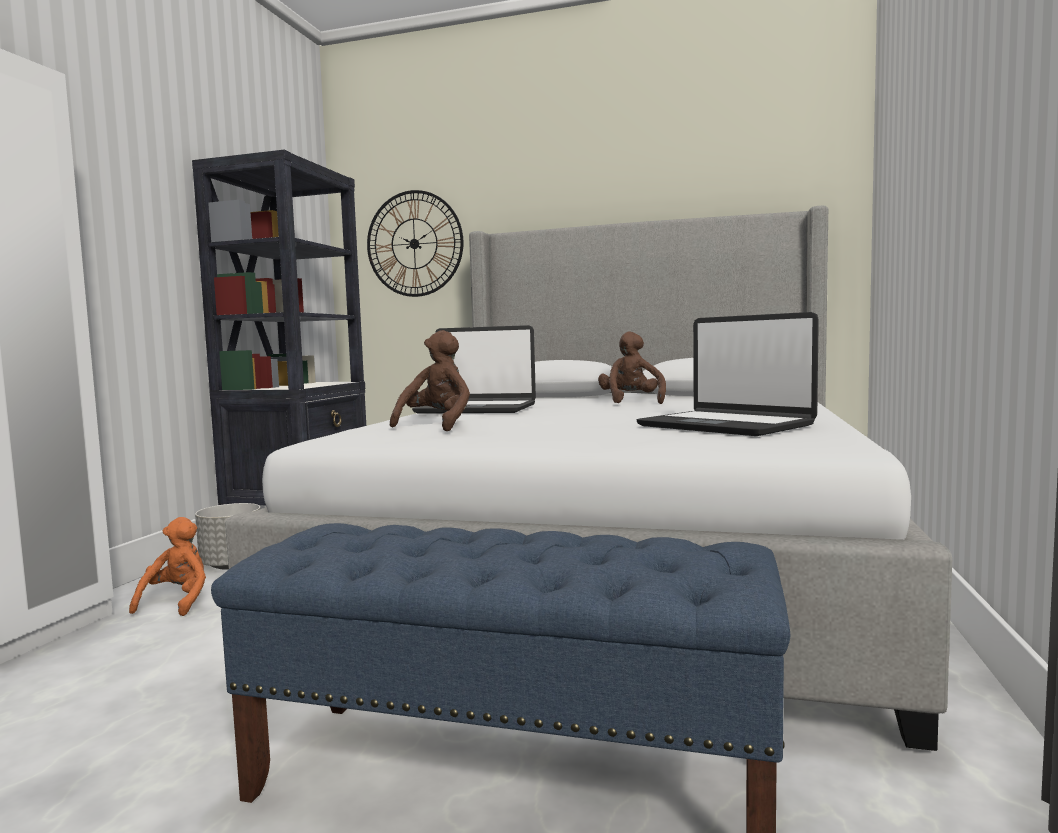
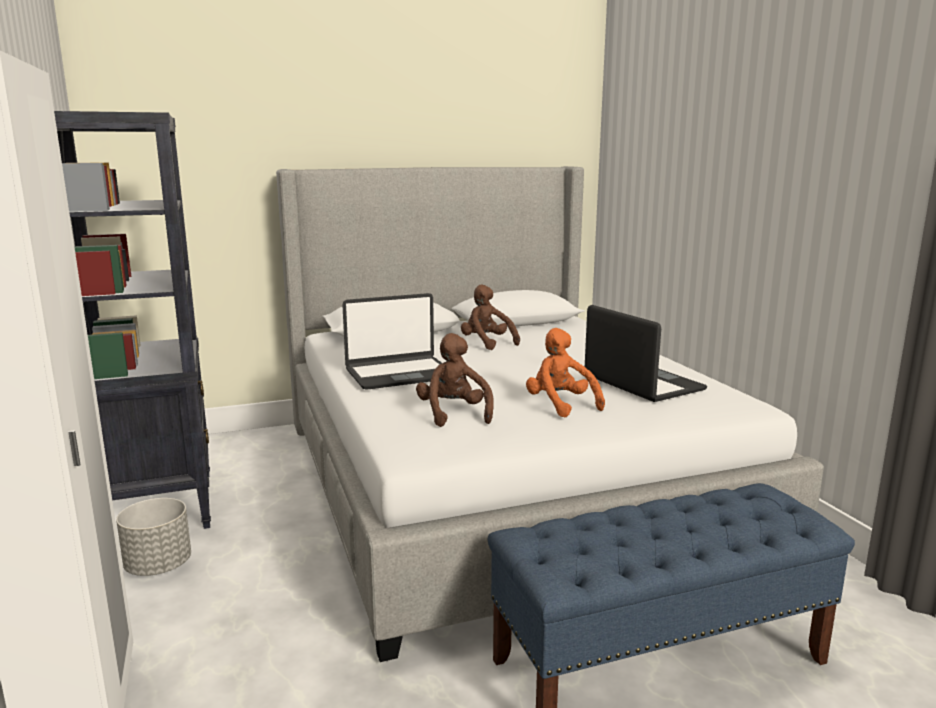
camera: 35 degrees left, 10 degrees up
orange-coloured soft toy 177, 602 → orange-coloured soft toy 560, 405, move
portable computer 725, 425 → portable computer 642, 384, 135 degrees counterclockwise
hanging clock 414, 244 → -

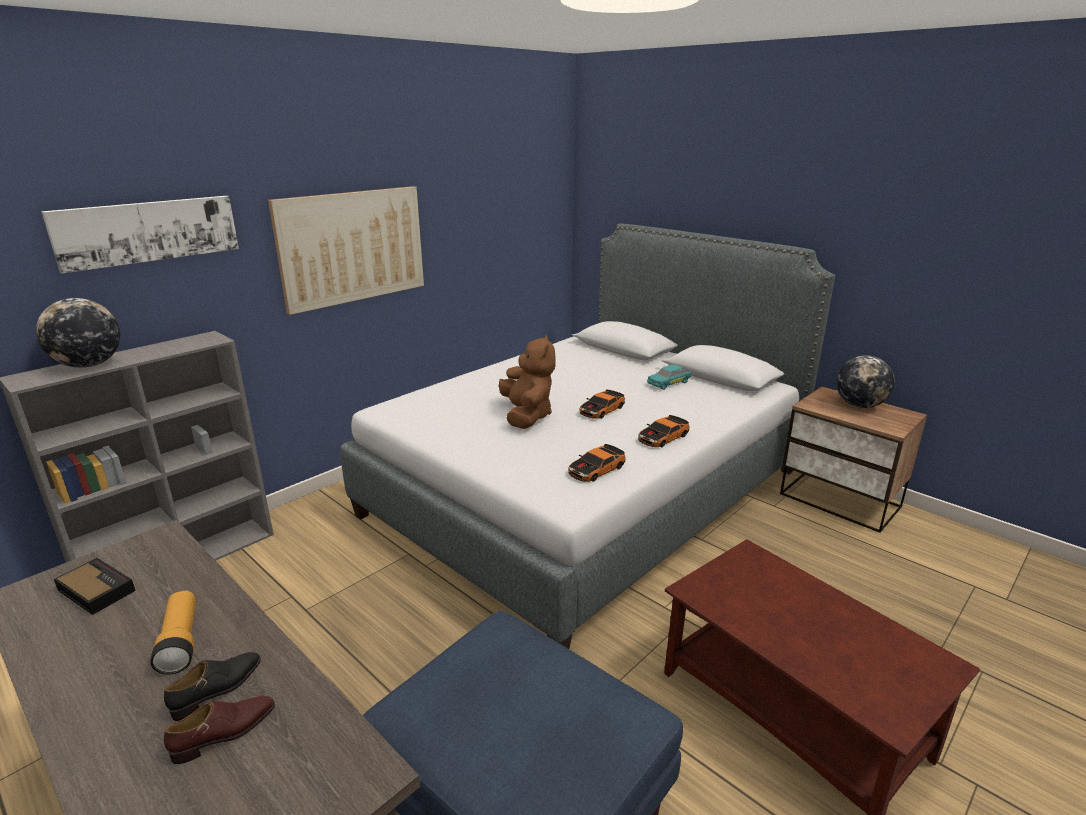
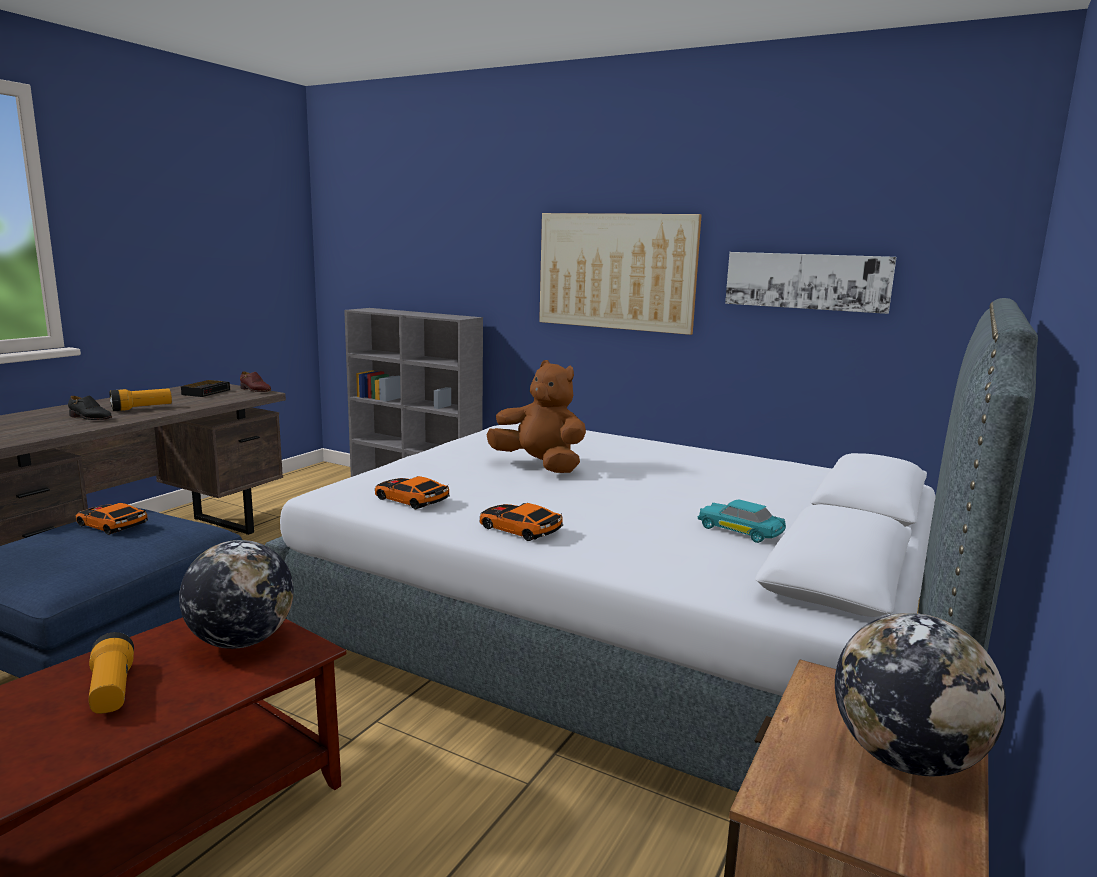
camera: 75 degrees right, 10 degrees down
model car 602, 410 → model car 110, 525, move
- → flashlight 112, 690
desk globe 89, 365 → desk globe 241, 641, move
brownish item of footwear 225, 733 → brownish item of footwear 255, 390, move
brownish soft toy 526, 416 → brownish soft toy 540, 465, 120 degrees counterclockwise
wall art 148, 231 → wall art 807, 281, move

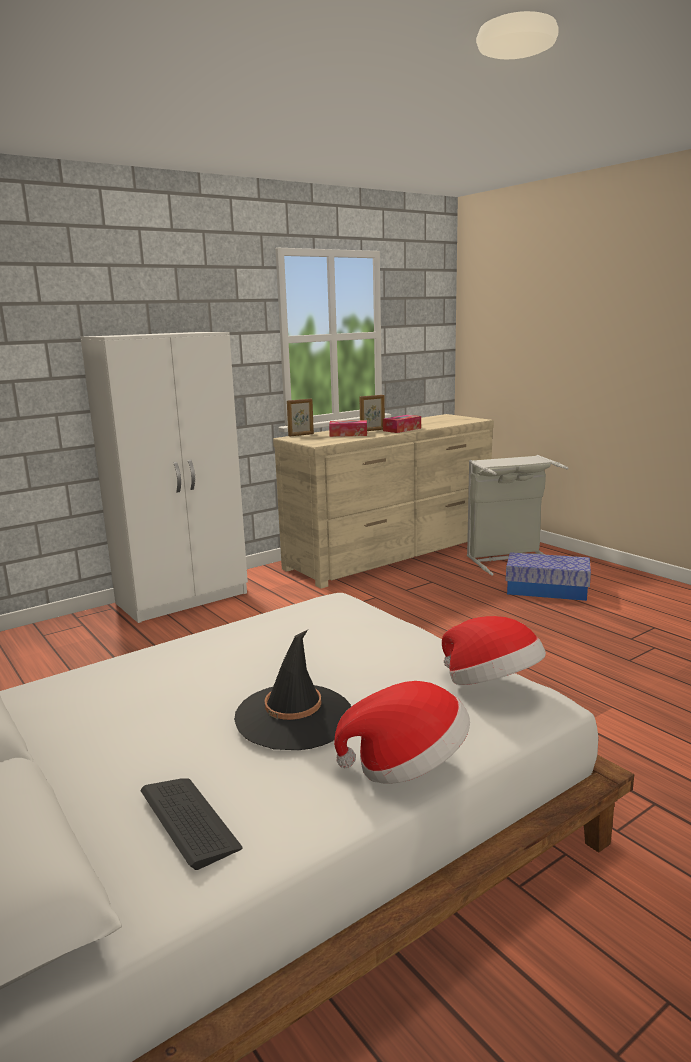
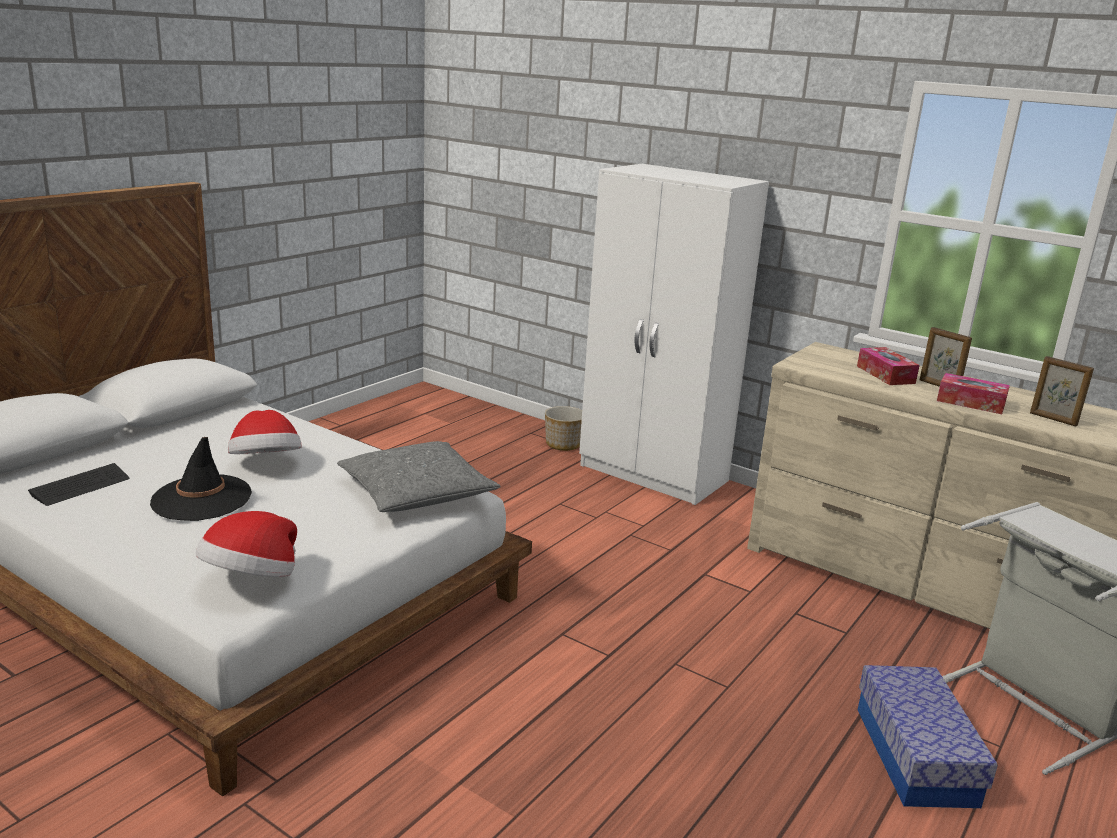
camera: 70 degrees right, 5 degrees up
wearable hat 407, 765 → wearable hat 266, 464, move
- → gray pillow 416, 492
- → plant pot 563, 444
photo frame 301, 435 → photo frame 1053, 419, move

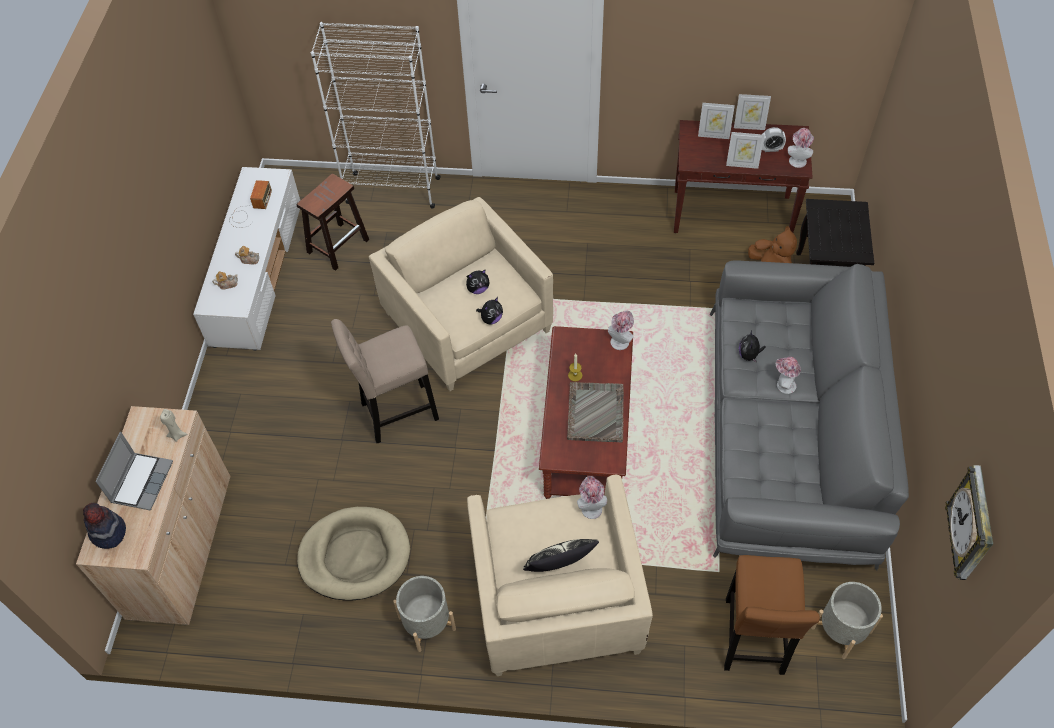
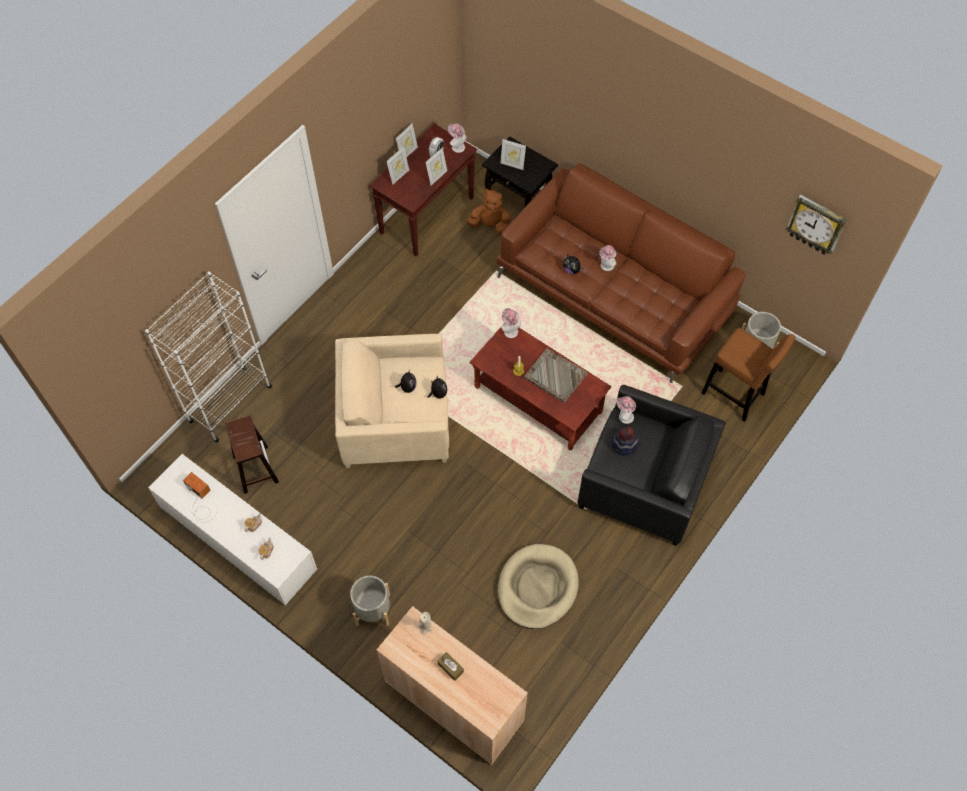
camera: 60 degrees left, 5 degrees up
gray plant pot 427, 623 → gray plant pot 373, 609, move
portable computer 141, 481 → brownish tissue box 450, 667
gray couch 788, 434 → brownish couch 615, 293
- → photo frame 512, 164
beige armchair 555, 597 → black-coloured armchair 643, 484
wearable hat 108, 532 → wearable hat 624, 445, move
beige stool 395, 413 → -
pillow 560, 569 → -

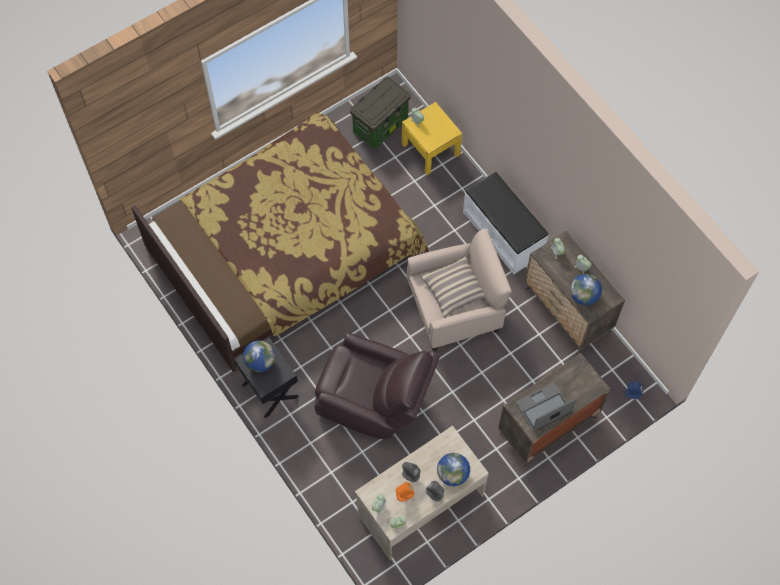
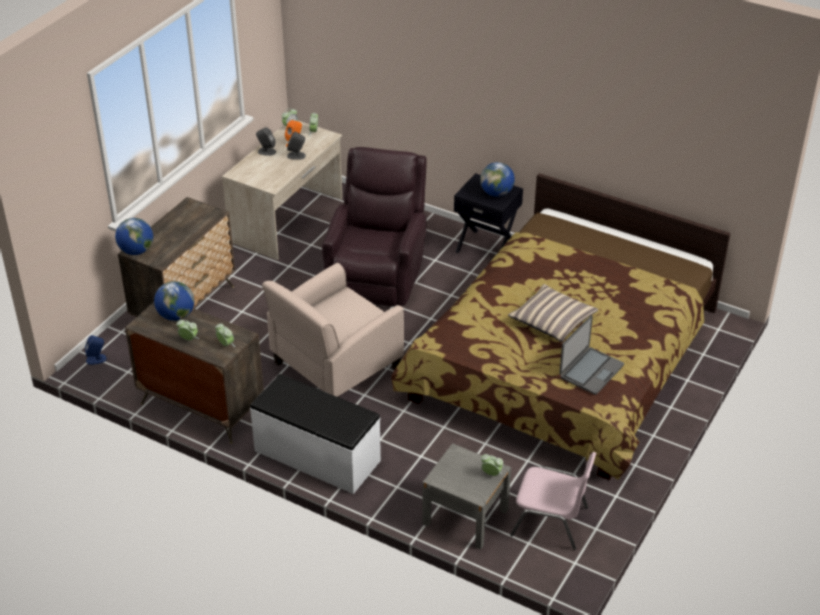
camera: 155 degrees right, 25 degrees down
desk globe 452, 474 → desk globe 136, 251, move
brownish armchair 374, 401 → brownish armchair 377, 271, 105 degrees clockwise
yellowish nightstand 430, 149 → gray nightstand 465, 516
pillow 454, 289 → pillow 552, 320, move
storage bin 380, 125 → pinkish plain chair 551, 521
portable computer 544, 408 → portable computer 590, 371, move

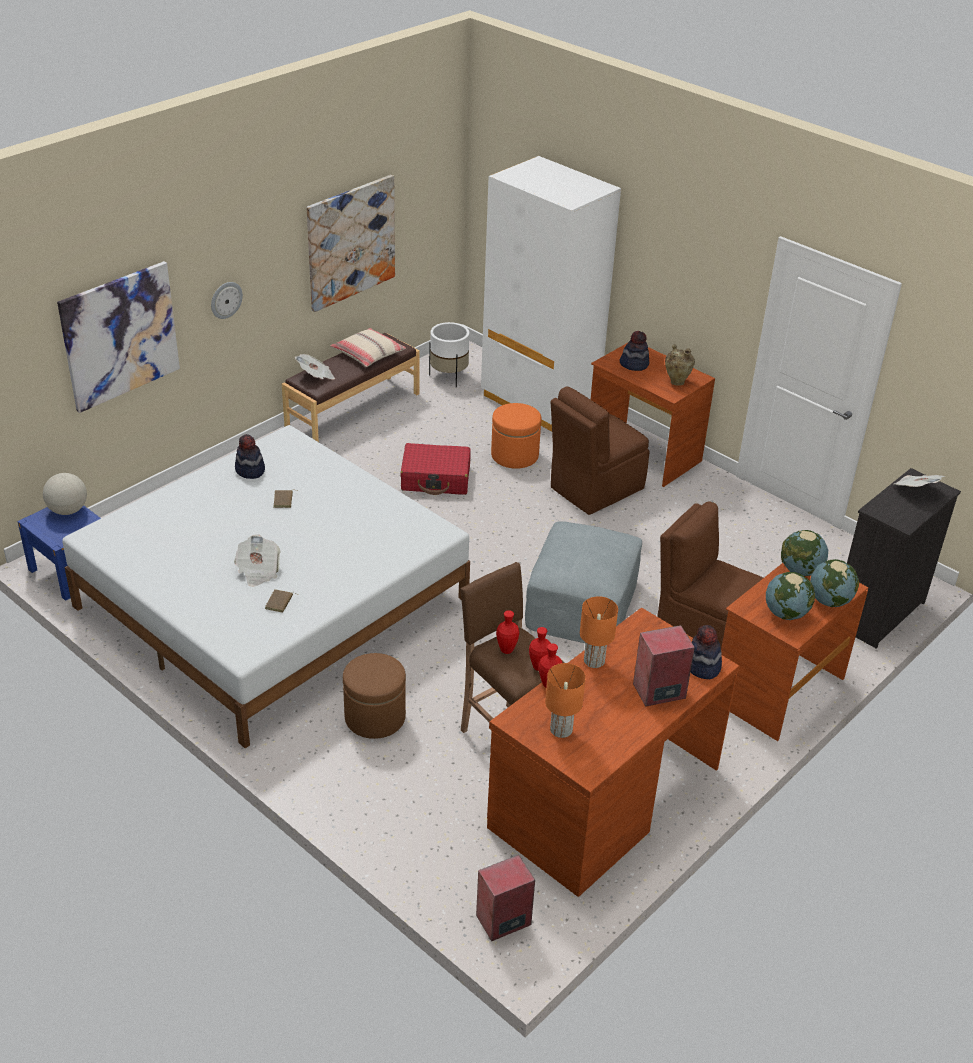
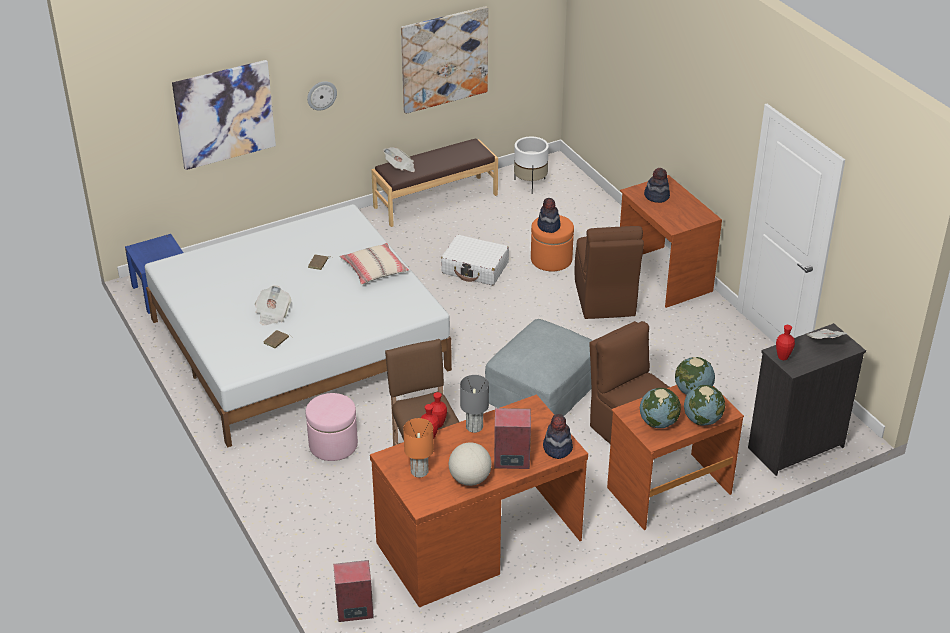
camera: 20 degrees right, 0 degrees up
brownish footrest 375, 717 → pinkish footrest 333, 445
beige pillow 368, 354 → beige pillow 374, 270, move
reddish travel case 436, 478 → whitish travel case 475, 268
desk globe 68, 510 → desk globe 469, 479, move
orange-coloured tabletop lamp 593, 661 → gray tabletop lamp 474, 427
wearable hat 250, 470 → wearable hat 548, 226, move
brownish plain chair 594, 489 → brownish plain chair 604, 299, 75 degrees counterclockwise
reddish flower vase 506, 650 → reddish flower vase 782, 357, move
whitish wardrobe 539, 401 → -
beige flower vase 677, 381 → -

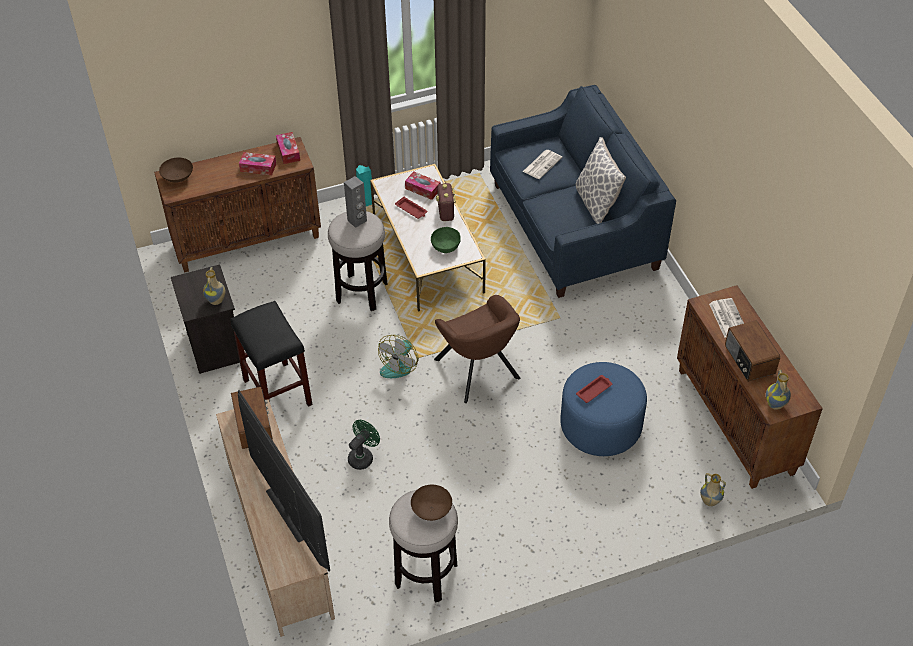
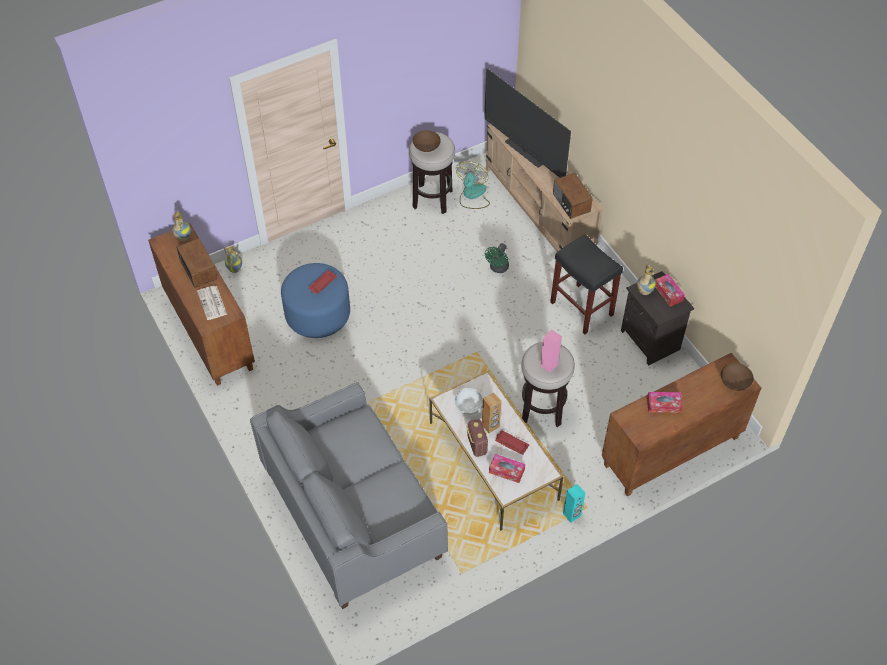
camera: 170 degrees right, 5 degrees up
bluish couch 574, 226 → gray couch 352, 513
green-coloured serving bowl 445, 246 → whitish serving bowl 469, 406
electric fan 400, 364 → electric fan 472, 195, move
- → brownish speaker 490, 426
gray speaker 357, 221 → pinkish speaker 548, 365
tissue box 288, 152 → tissue box 668, 293, move
brownish armchair 479, 372 → -
newspaper 542, 164 → -
pillow 596, 202 → -

